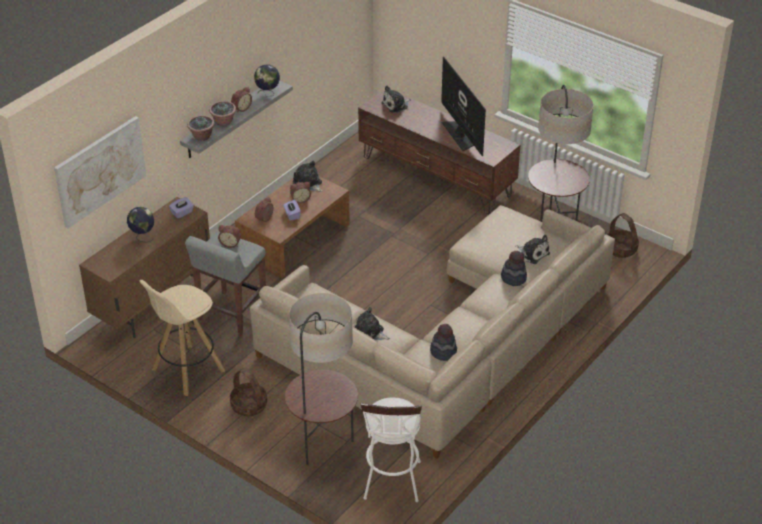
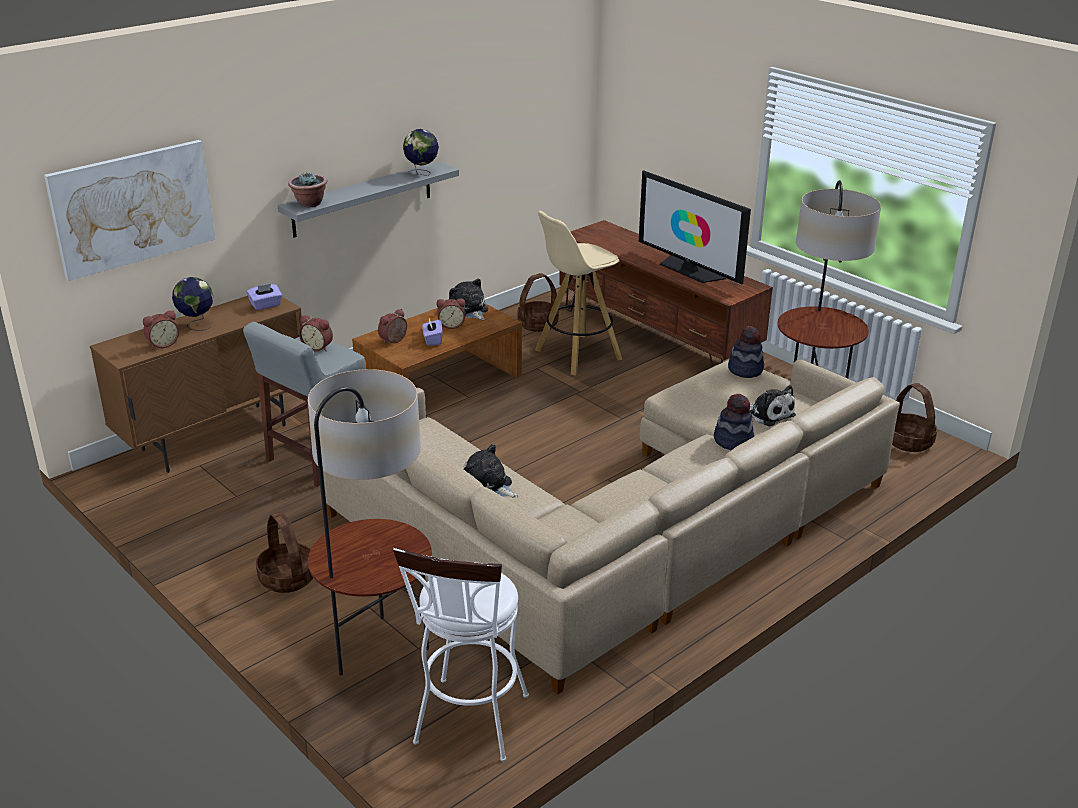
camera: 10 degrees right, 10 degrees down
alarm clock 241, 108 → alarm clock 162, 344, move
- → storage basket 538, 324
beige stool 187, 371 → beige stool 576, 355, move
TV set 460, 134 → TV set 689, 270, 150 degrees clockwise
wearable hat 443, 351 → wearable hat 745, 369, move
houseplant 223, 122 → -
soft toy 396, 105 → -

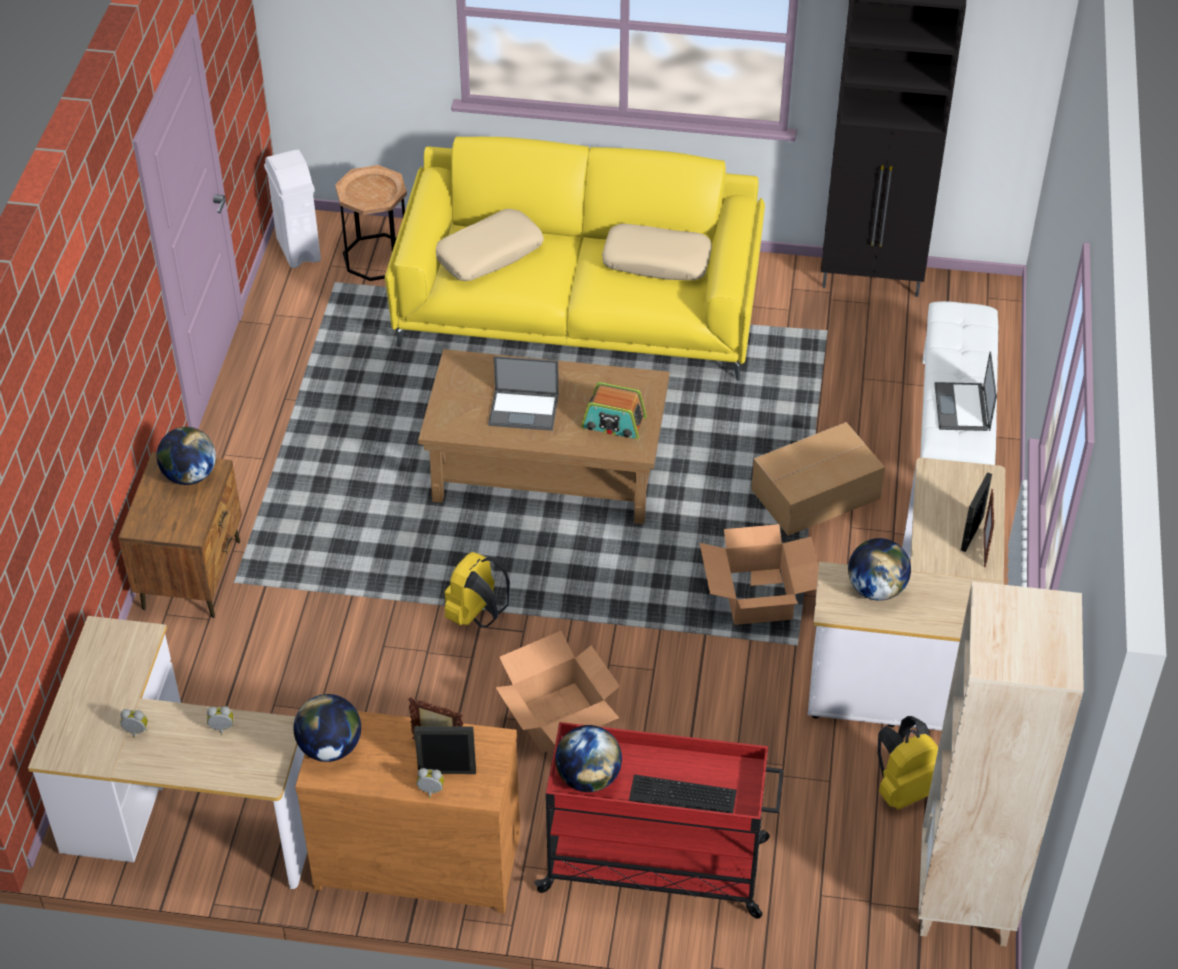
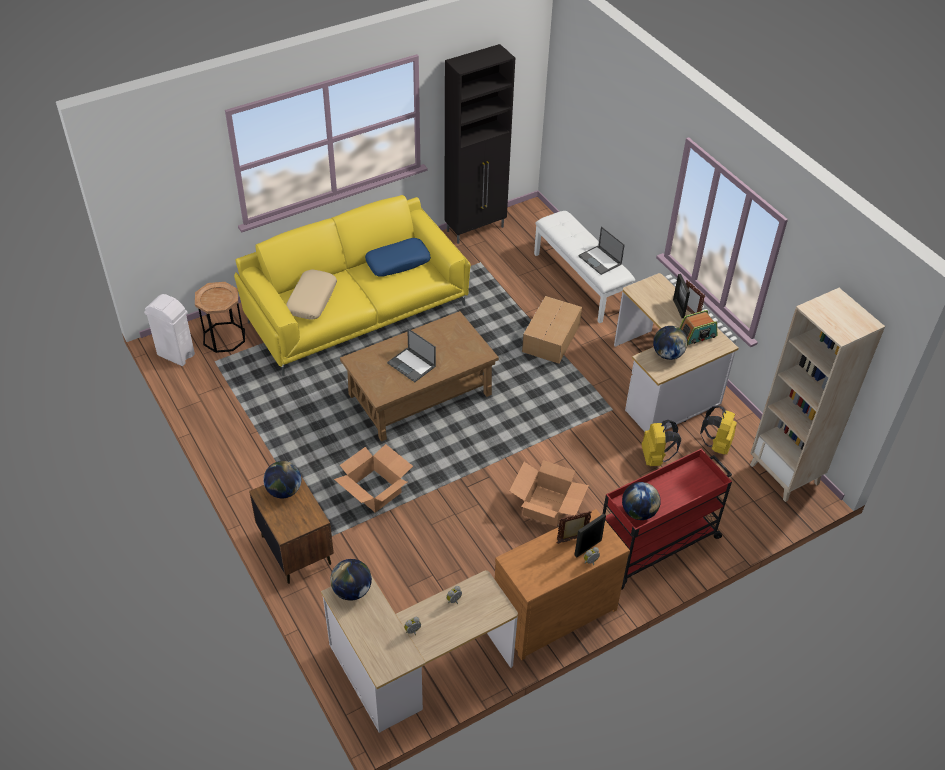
camera: 40 degrees left, 0 degrees up
desk globe 330, 747 → desk globe 352, 590, move
carton 758, 596 → carton 375, 491, move
beige pillow 657, 261 → bluish pillow 398, 262
portable computer 524, 410 → portable computer 412, 365, 75 degrees clockwise
yellowish rucksack 477, 615 → yellowish rucksack 656, 457, move
radio 613, 423 → radio 697, 335, move
keyboard 681, 797 → -

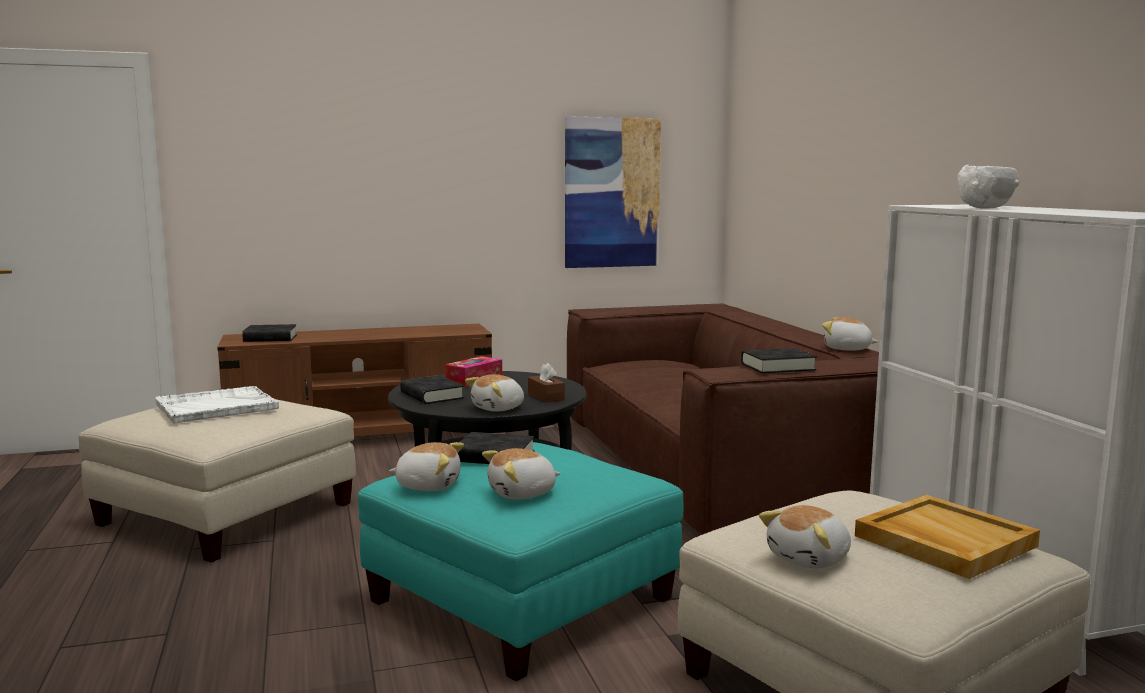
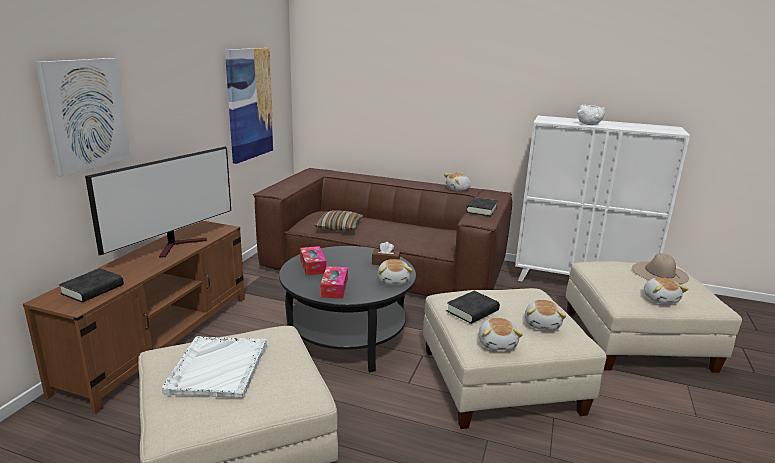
camera: 55 degrees left, 10 degrees up
- → wall art 85, 114
- → TV set 179, 245
- → pillow 339, 227
black-coloured book 431, 395 → tissue box 334, 288
turquoise footrest 522, 599 → beige footrest 500, 380
soft toy 428, 485 → soft toy 497, 343, 135 degrees clockwise
beige serving tray 943, 541 → beige wearable hat 659, 273

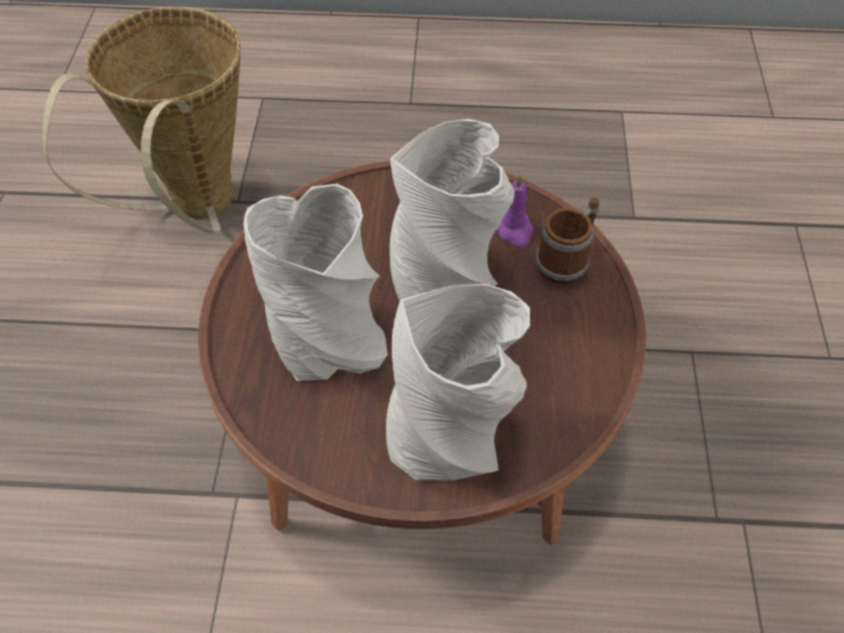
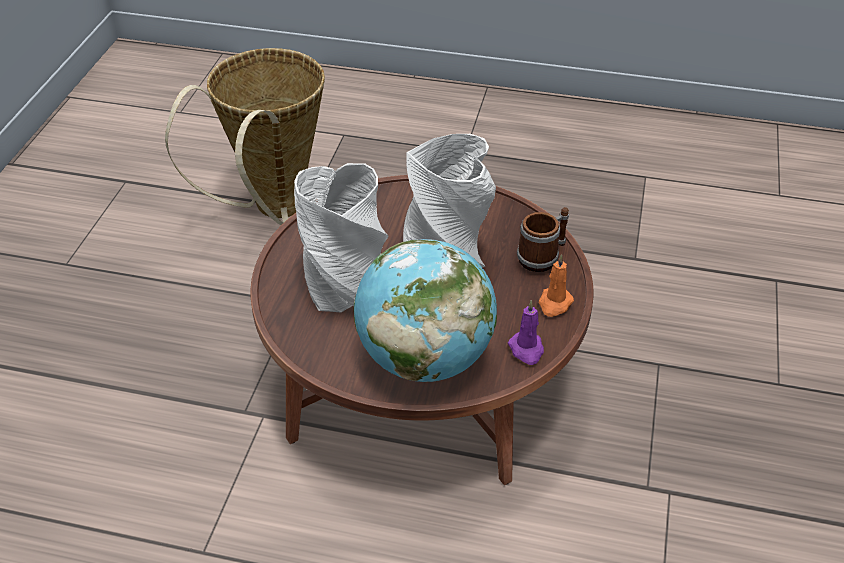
camera: 10 degrees right, 10 degrees down
gray flower vase 452, 434 → desk globe 425, 359
purplish candle 514, 230 → purplish candle 526, 350, move
- → orange-coloured candle 554, 303

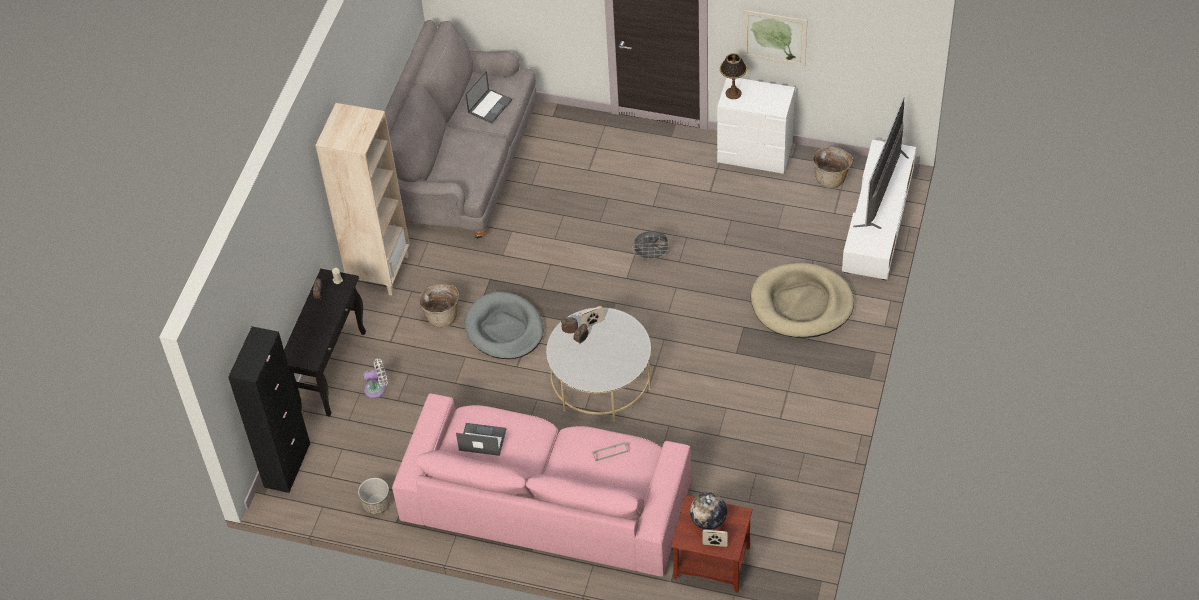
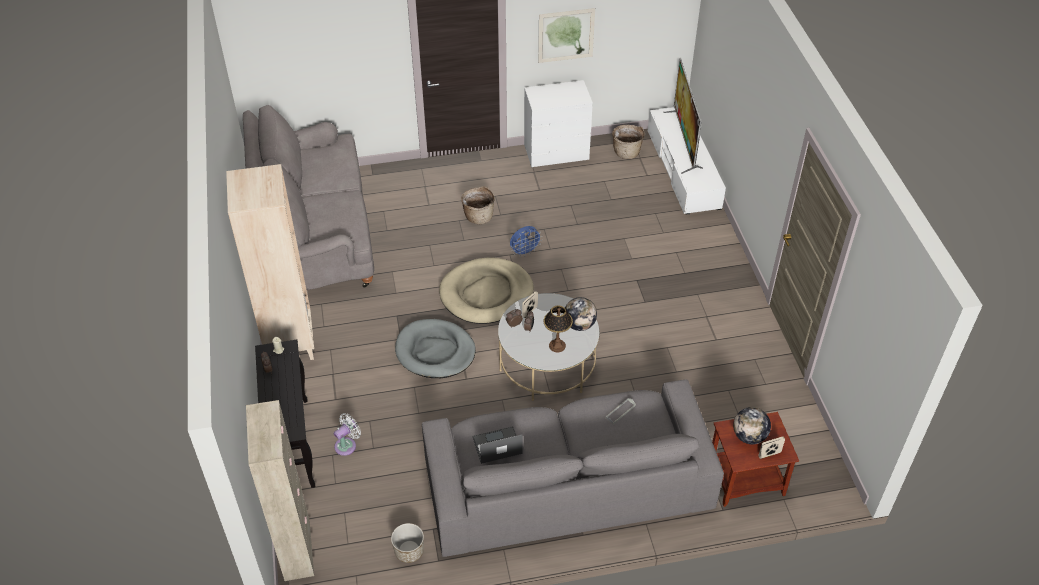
camera: 30 degrees left, 5 degrees down
black-coloured storage cabinet 287, 465 → beige storage cabinet 297, 550
pinkish couch 546, 500 → gray couch 567, 483
beige dog cushion 801, 304 → beige dog cushion 486, 294, move
storage basket 442, 315 → storage basket 478, 216, move
gray electric fan 651, 256 → bluish electric fan 525, 252
tabletop lamp 733, 93 → tabletop lamp 557, 346, move
- → desk globe 579, 325
portable computer 490, 106 → -

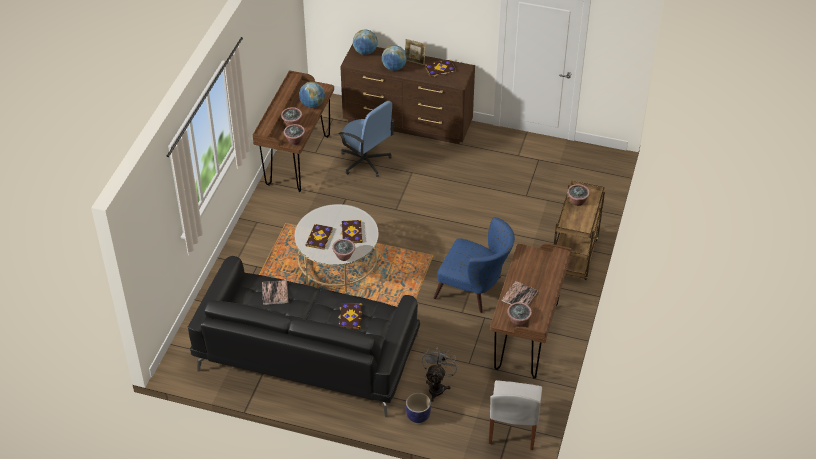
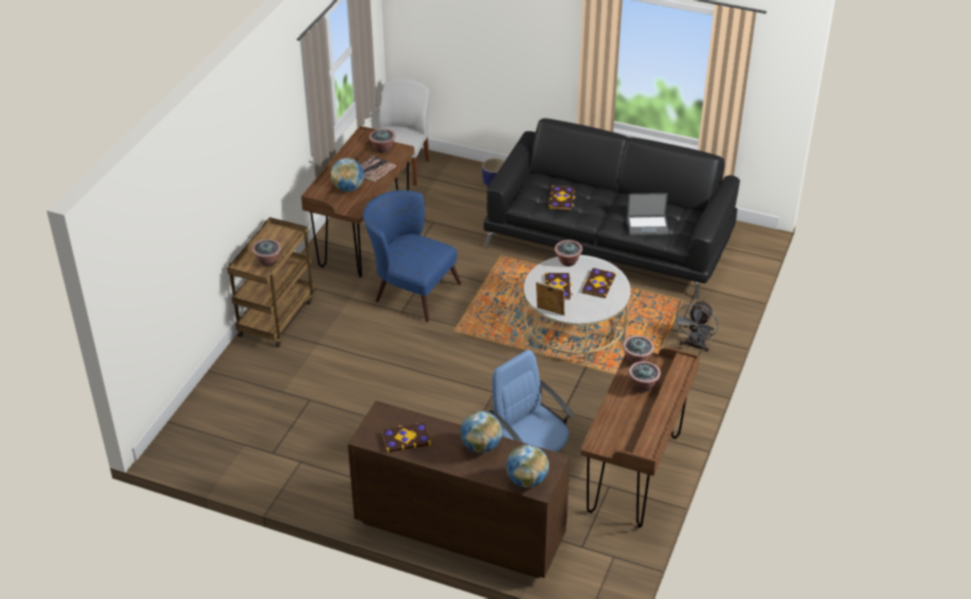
camera: 175 degrees left, 5 degrees down
desk globe 312, 104 → desk globe 348, 188, move
photo frame 415, 62 → photo frame 550, 312, move
book 275, 293 → portable computer 648, 225
gray electric fan 437, 386 → gray electric fan 694, 346, move

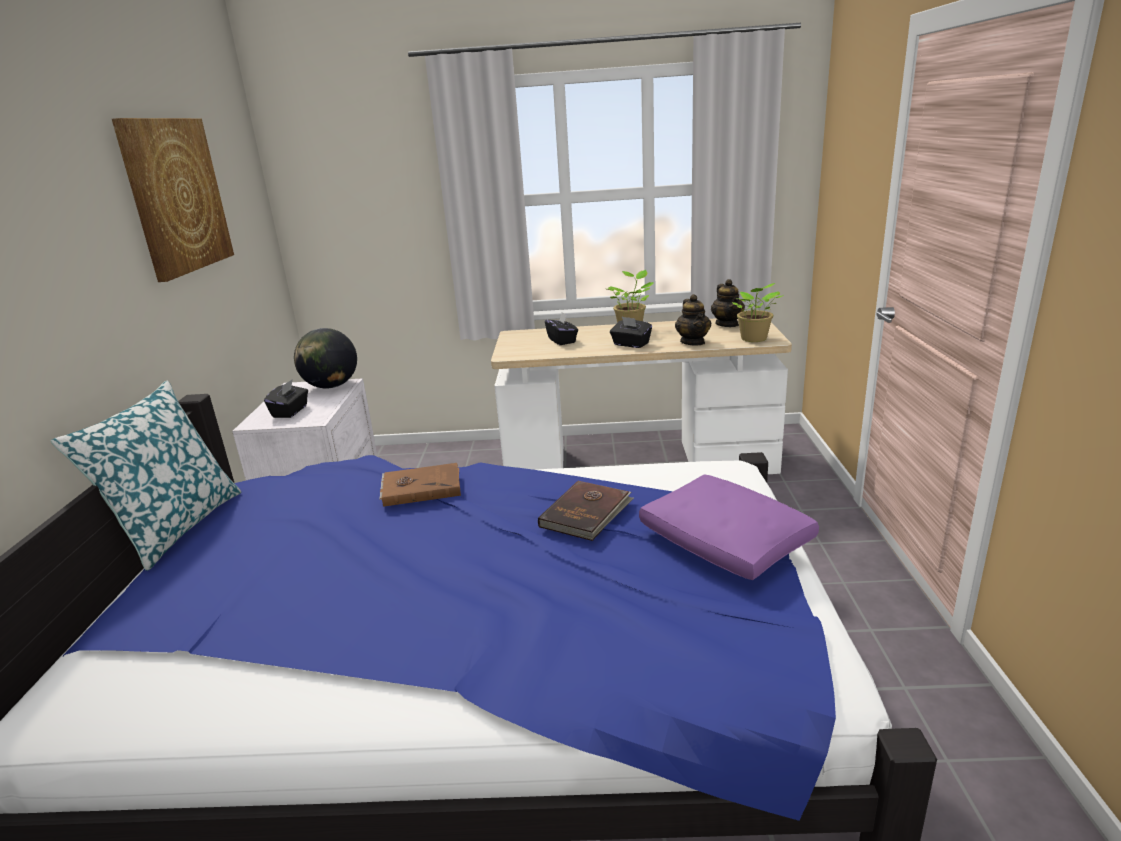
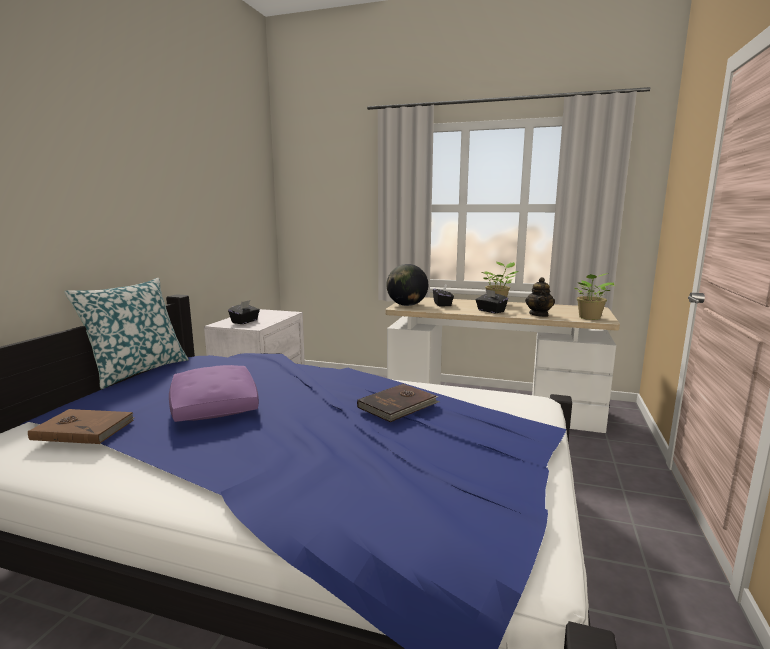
camera: 15 degrees right, 10 degrees down
brownish book 421, 487 → brownish book 84, 429, move
purplish pillow 726, 543 → purplish pillow 215, 407, move
desk globe 331, 386 → desk globe 407, 305, move
wall art 176, 196 → -
teapot 727, 324 → -

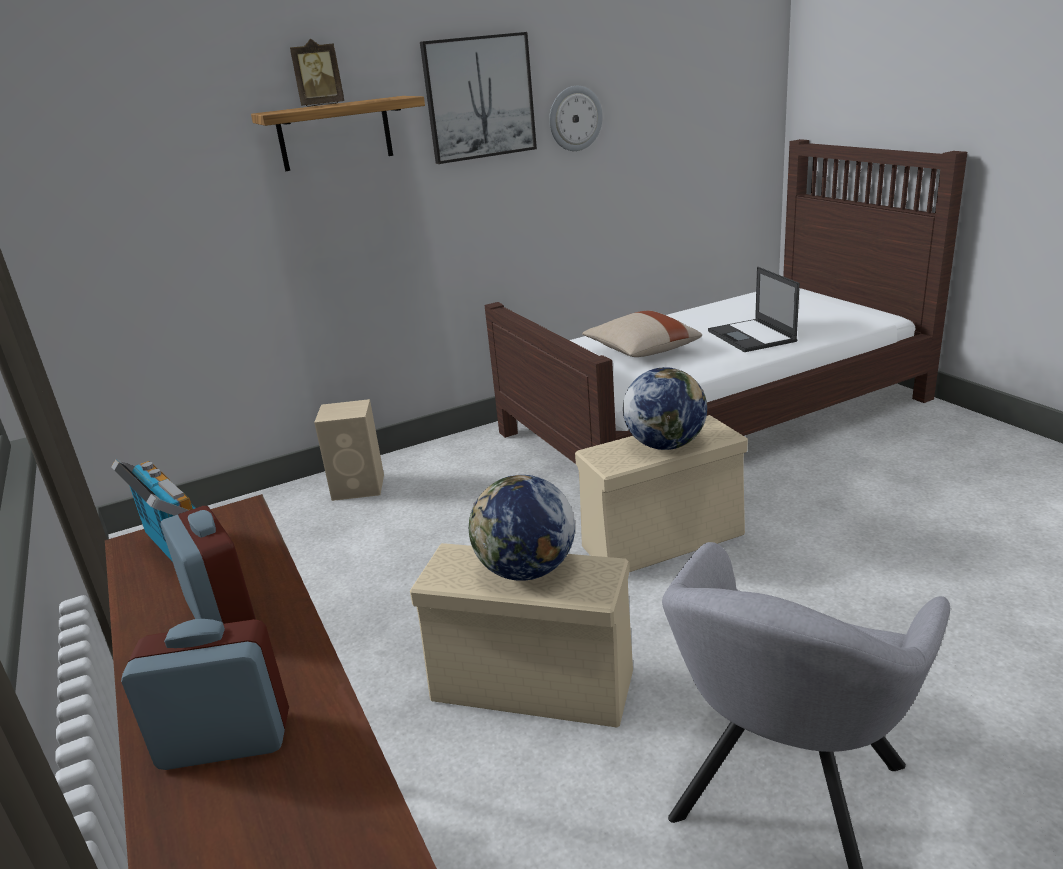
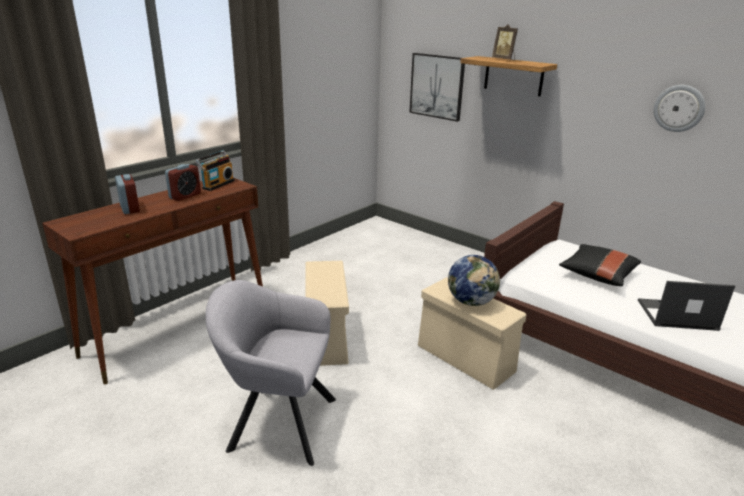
camera: 65 degrees right, 0 degrees up
wall art 479, 98 → wall art 437, 86, move
beige pillow 641, 351 → black-coloured pillow 597, 275
portable computer 752, 336 → portable computer 675, 315, 45 degrees clockwise
beige speaker 360, 487 → -
desk globe 526, 571 → -

